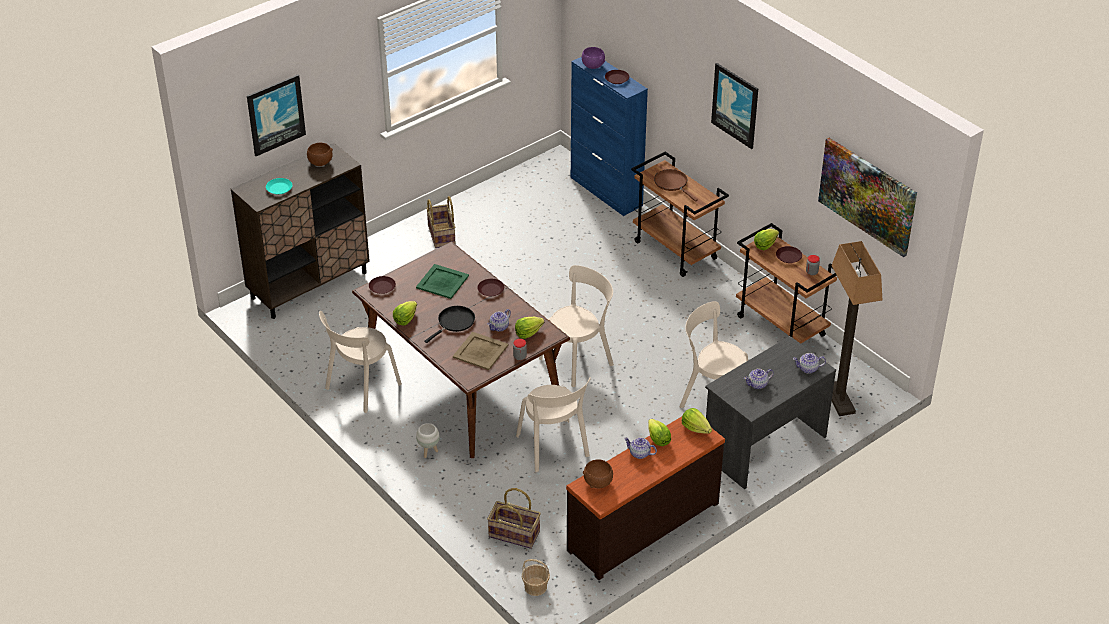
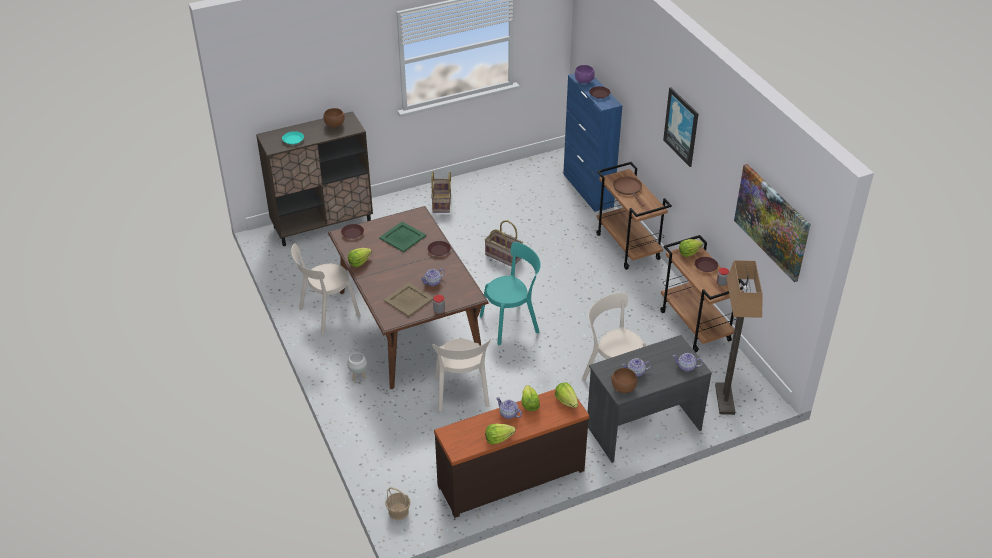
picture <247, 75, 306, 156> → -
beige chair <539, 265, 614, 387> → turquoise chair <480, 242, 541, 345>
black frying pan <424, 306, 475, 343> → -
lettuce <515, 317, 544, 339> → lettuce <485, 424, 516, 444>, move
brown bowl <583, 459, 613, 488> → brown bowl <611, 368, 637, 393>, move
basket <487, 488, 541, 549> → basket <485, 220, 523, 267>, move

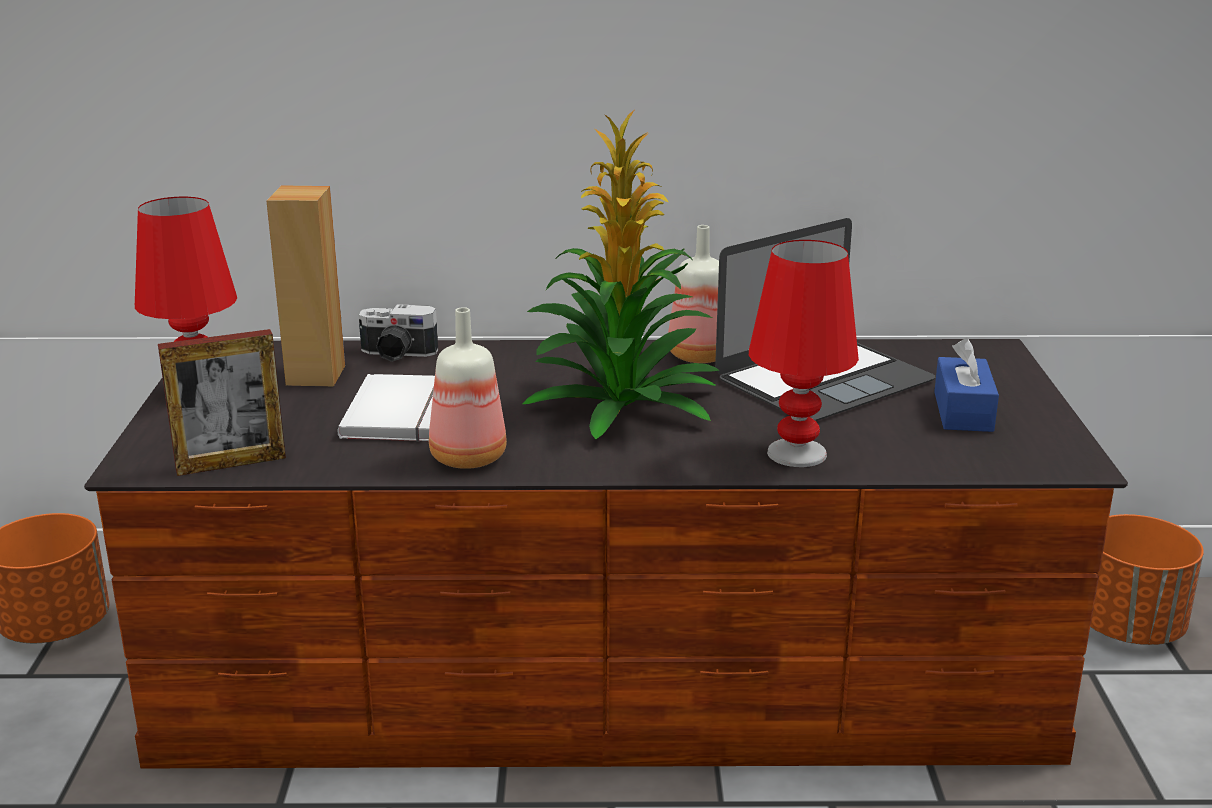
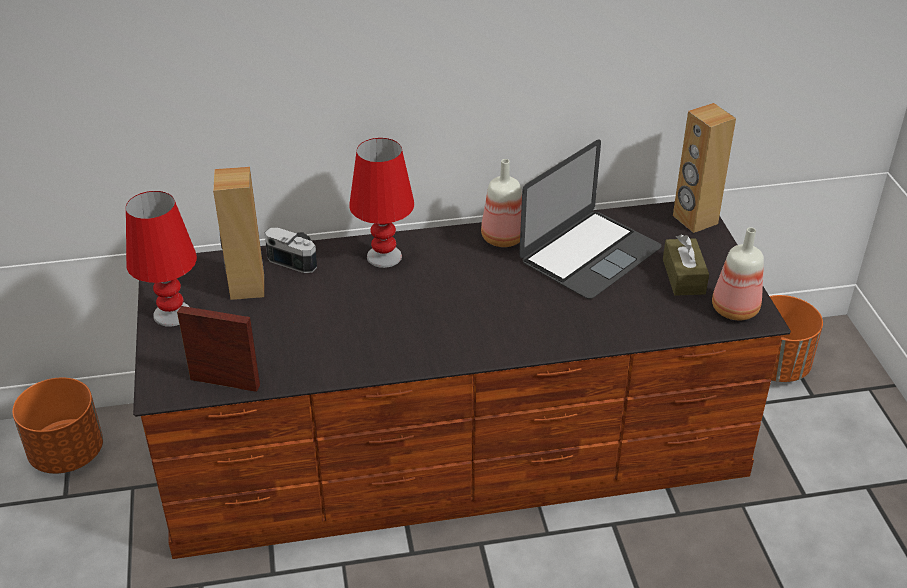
potted plant <523, 111, 720, 439> → -
red table lamp <749, 240, 859, 467> → red table lamp <349, 138, 414, 268>, move
photo camera <358, 304, 438, 362> → photo camera <265, 227, 317, 273>, 150 degrees counterclockwise
bottle <429, 307, 507, 469> → bottle <712, 227, 764, 320>, move
picture frame <158, 329, 286, 476> → picture frame <177, 306, 260, 392>, 135 degrees counterclockwise
blue tissue box <934, 338, 999, 432> → brown tissue box <663, 235, 709, 296>
white book <337, 374, 435, 442> → -
- → brown speaker <673, 103, 736, 233>

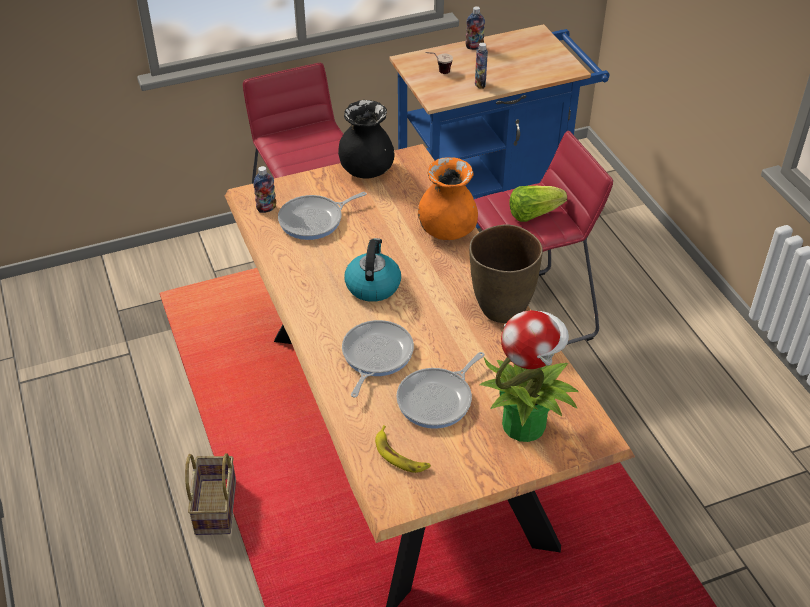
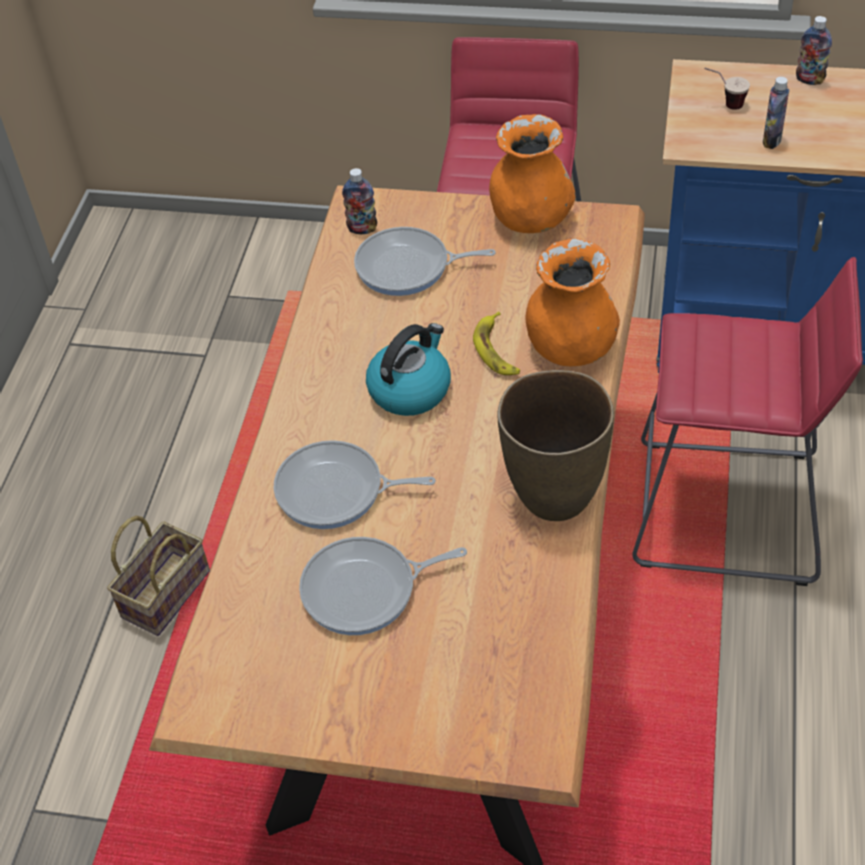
black vase <338, 100, 395, 179> → orange vase <489, 114, 576, 233>
lettuce <509, 186, 567, 222> → -
potted plant <480, 310, 579, 442> → -
frying pan <342, 320, 414, 397> → frying pan <274, 440, 436, 529>, 135 degrees counterclockwise
banana <375, 425, 431, 473> → banana <473, 311, 520, 375>, move

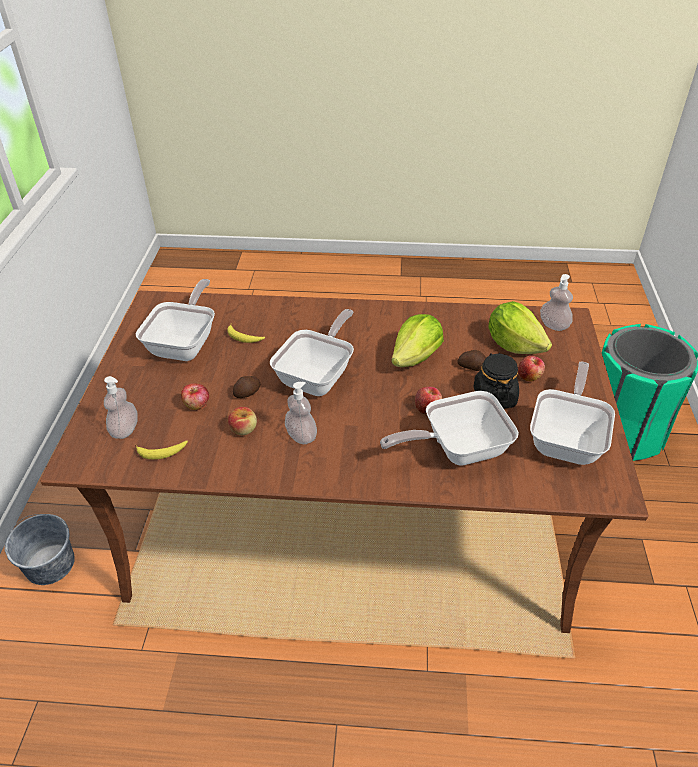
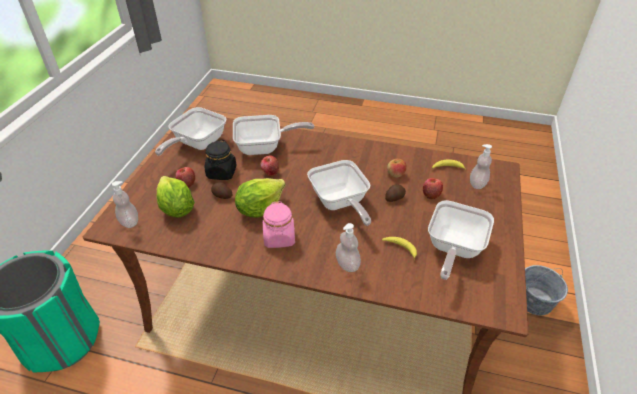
frying pan <270, 309, 354, 396> → frying pan <307, 160, 371, 226>, 60 degrees counterclockwise
soap dispenser <285, 382, 317, 444> → soap dispenser <336, 223, 361, 272>, move
- → pink jar <263, 201, 295, 248>

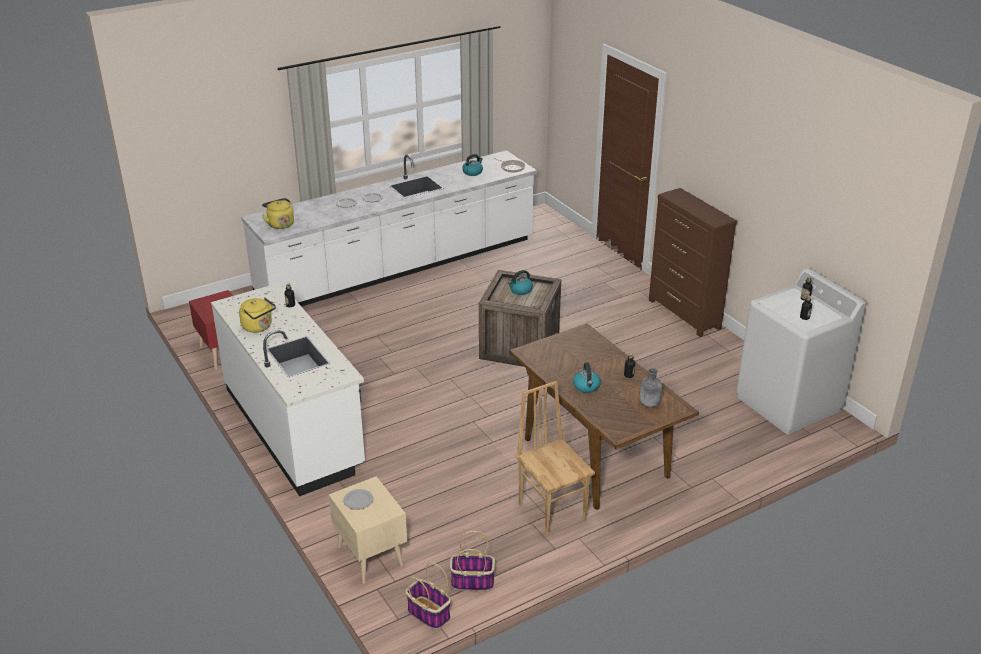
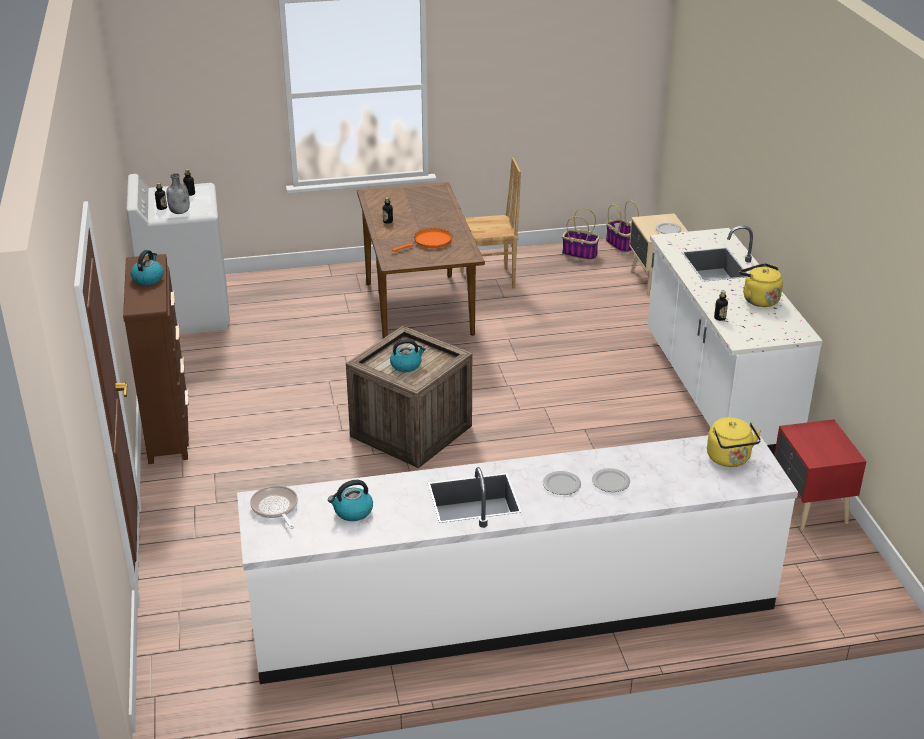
kettle <573, 362, 601, 393> → kettle <131, 250, 164, 285>, move
grey bottle <640, 368, 662, 407> → grey bottle <166, 173, 190, 214>, move
brown chair <516, 381, 595, 537> → brown chair <460, 157, 521, 292>, 90 degrees counterclockwise
- → orange frying pan <392, 228, 452, 252>

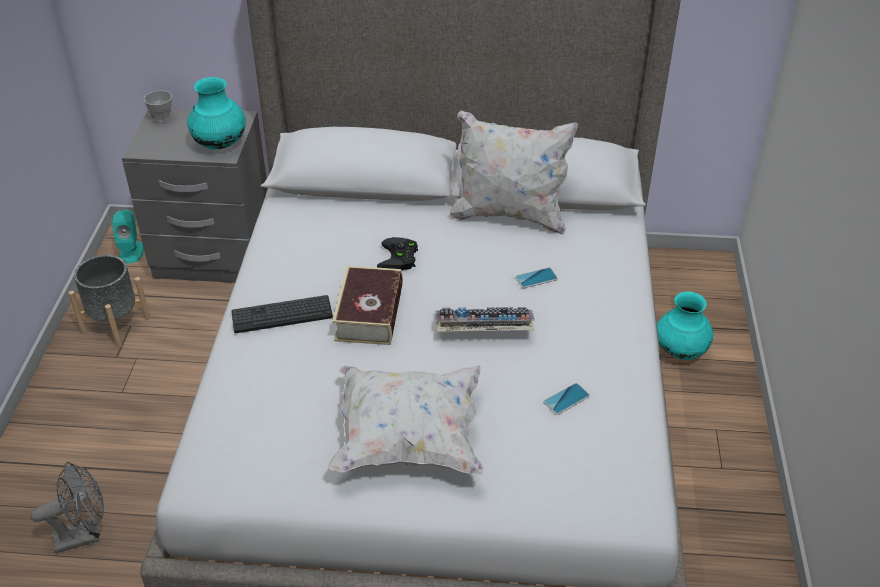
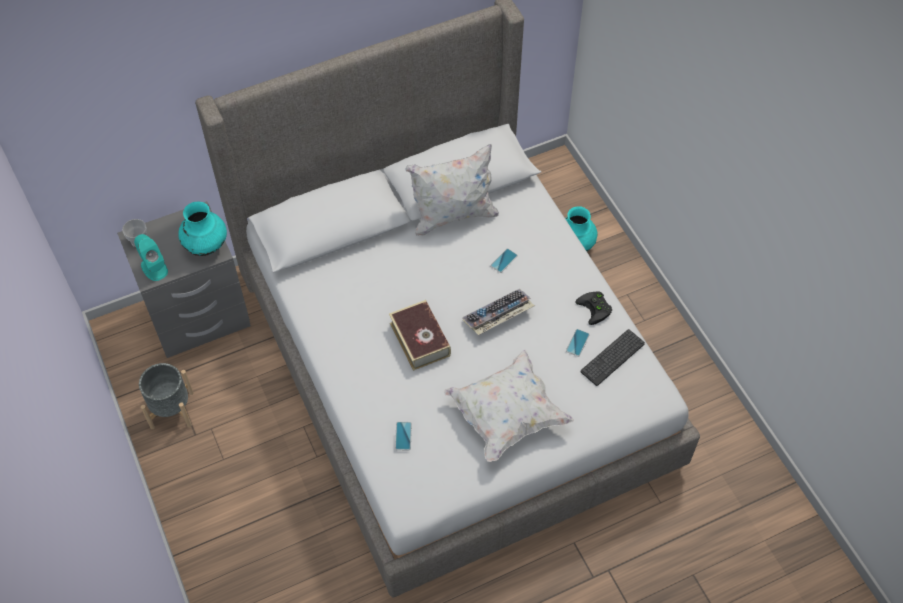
turquoise speaker <112, 210, 144, 263> → turquoise speaker <134, 234, 168, 281>, move
black game controller <377, 237, 418, 270> → black game controller <575, 291, 612, 325>, move
keyboard <231, 295, 333, 333> → keyboard <581, 329, 645, 386>, move
grey fan <30, 462, 104, 553> → -
- → phone <395, 422, 412, 450>

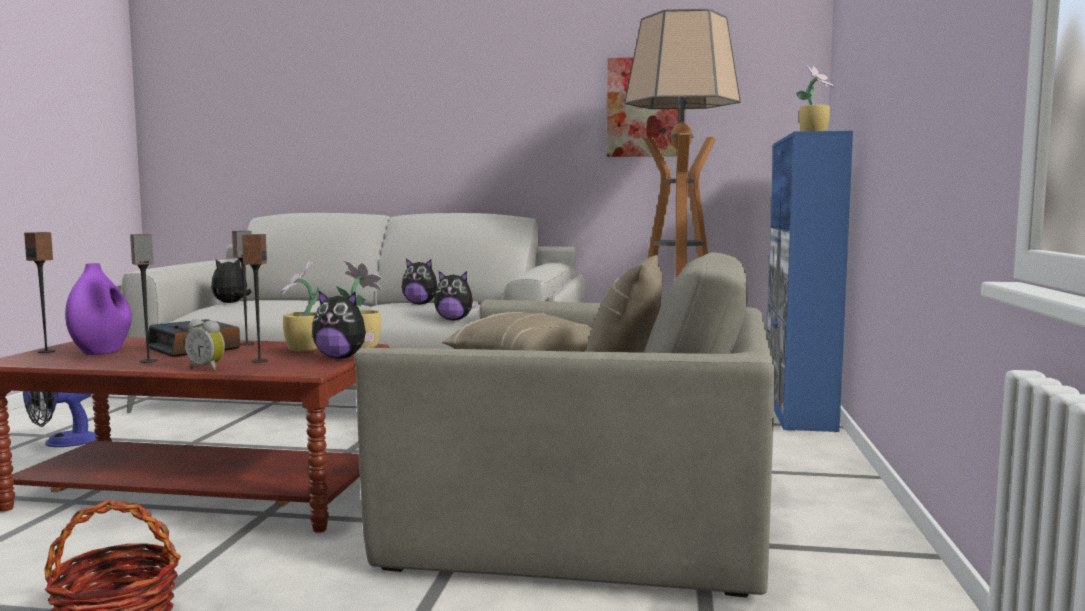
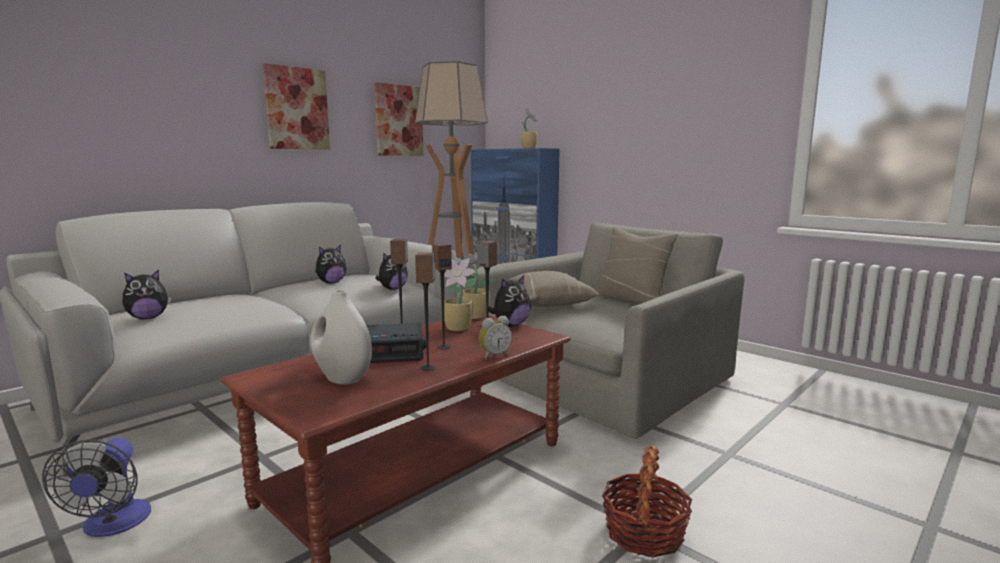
speaker <24, 232, 55, 353> → speaker <432, 243, 452, 350>, move
plush toy <211, 259, 252, 303> → plush toy <122, 270, 171, 319>, 105 degrees counterclockwise
purple vase <65, 263, 132, 355> → white vase <310, 290, 372, 384>
- → picture <263, 63, 330, 150>

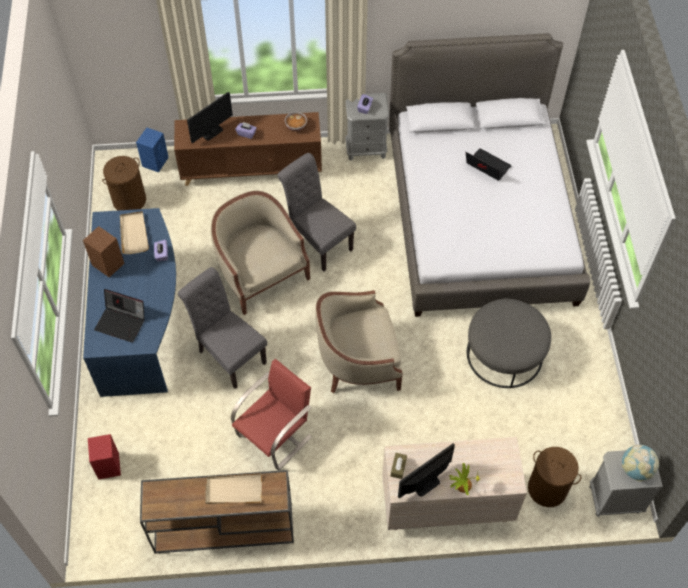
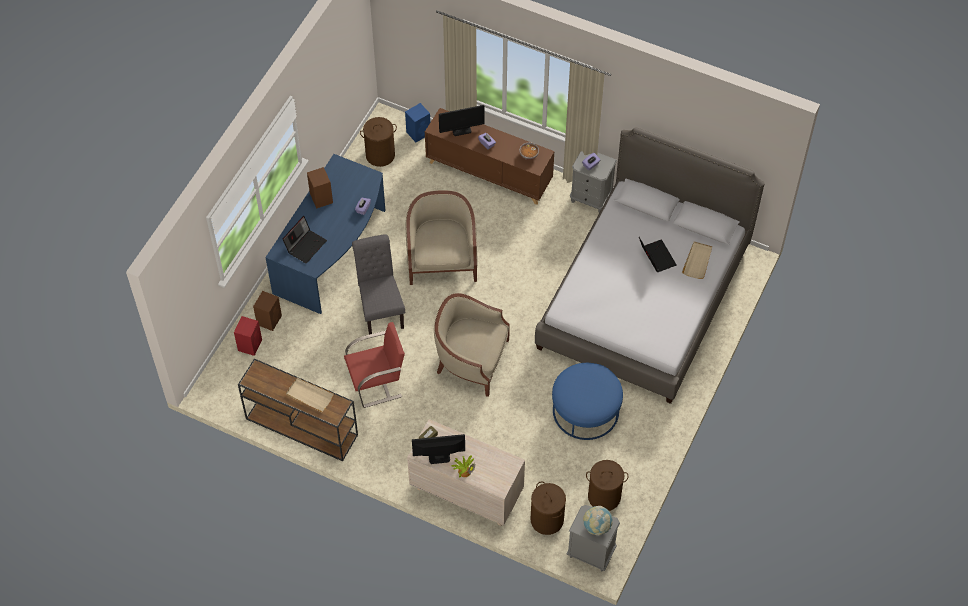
grey chair <277, 153, 356, 271> → -
beige tray <120, 211, 149, 254> → beige tray <682, 242, 712, 279>, move
laptop <94, 289, 145, 342> → laptop <283, 216, 327, 263>, 105 degrees counterclockwise
grey ottoman <467, 298, 551, 388> → blue ottoman <552, 363, 623, 440>
- → brown speaker <253, 291, 282, 331>
- → brown laundry basket <586, 460, 628, 511>

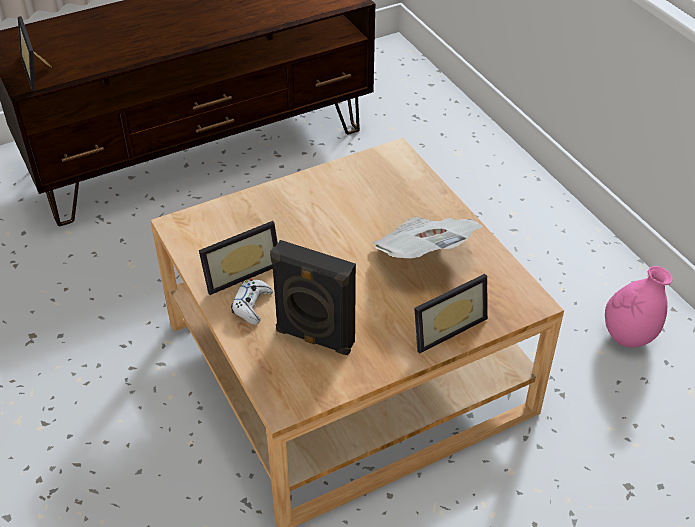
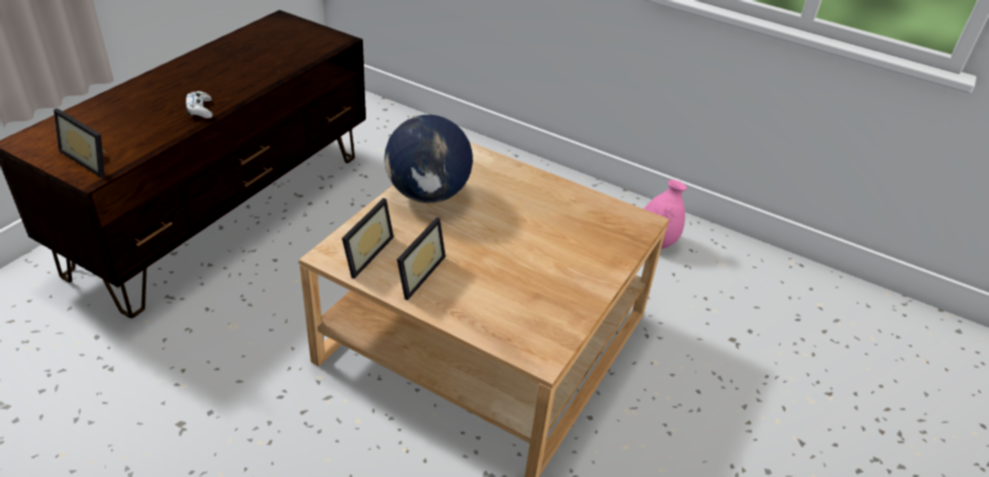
newspaper <371, 217, 482, 258> → -
black speaker <270, 240, 356, 355> → -
picture frame <414, 274, 488, 353> → picture frame <342, 198, 394, 279>, move
white game controller <231, 279, 273, 325> → white game controller <186, 91, 213, 118>, move
- → globe <384, 115, 473, 203>

